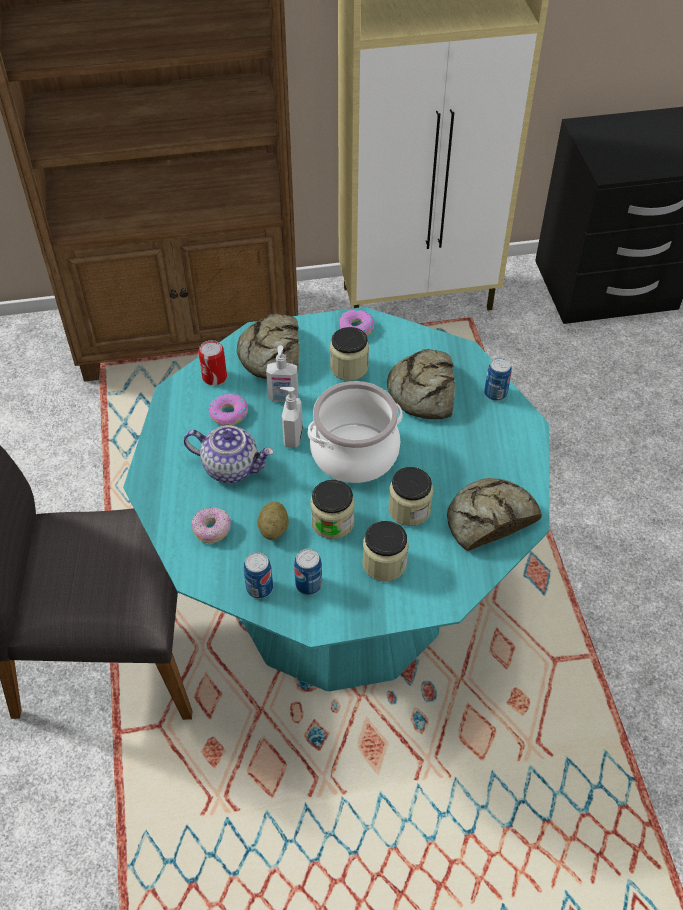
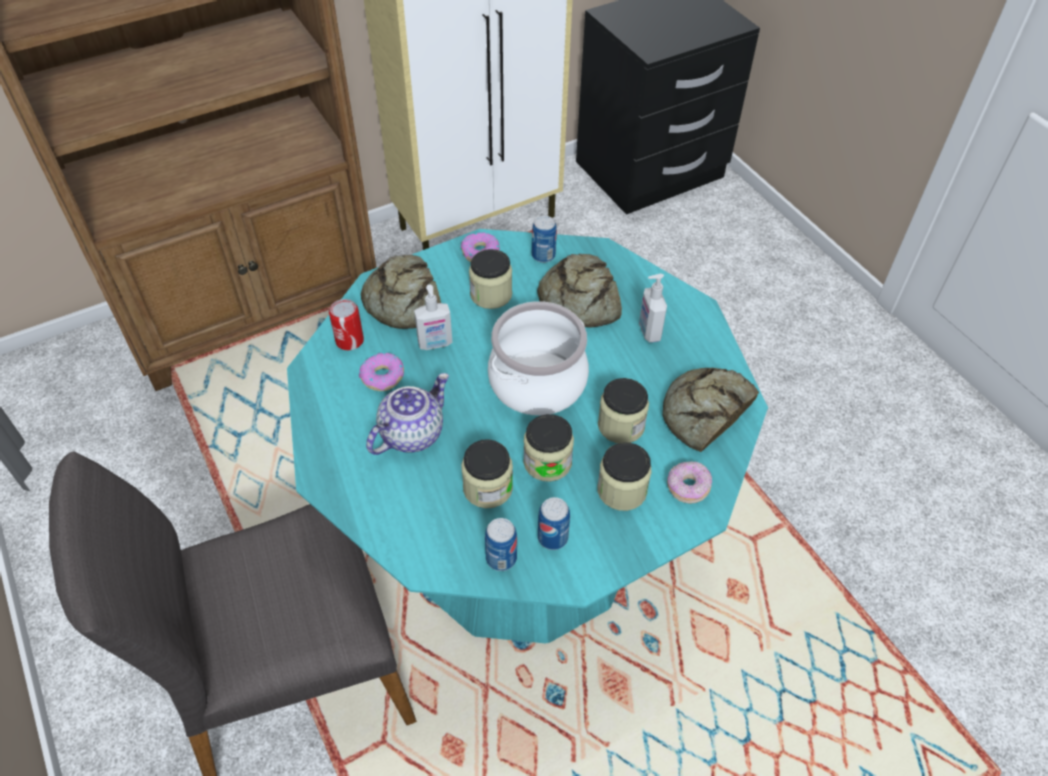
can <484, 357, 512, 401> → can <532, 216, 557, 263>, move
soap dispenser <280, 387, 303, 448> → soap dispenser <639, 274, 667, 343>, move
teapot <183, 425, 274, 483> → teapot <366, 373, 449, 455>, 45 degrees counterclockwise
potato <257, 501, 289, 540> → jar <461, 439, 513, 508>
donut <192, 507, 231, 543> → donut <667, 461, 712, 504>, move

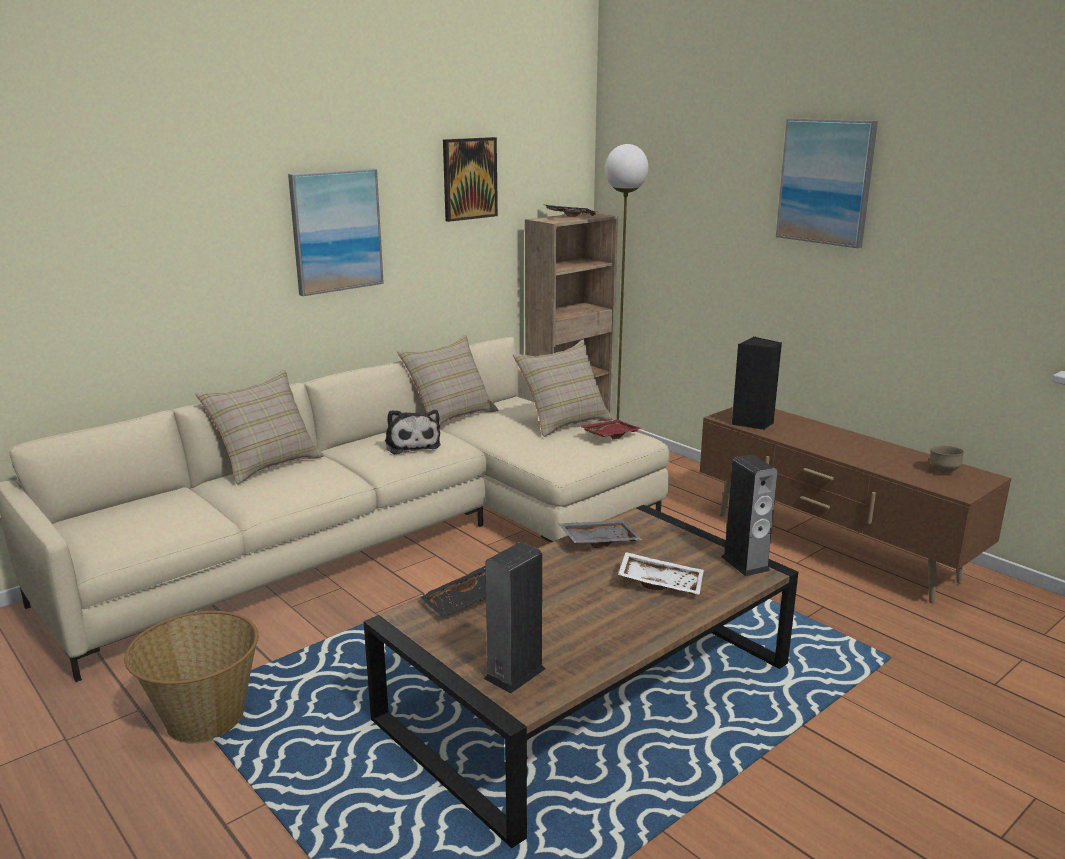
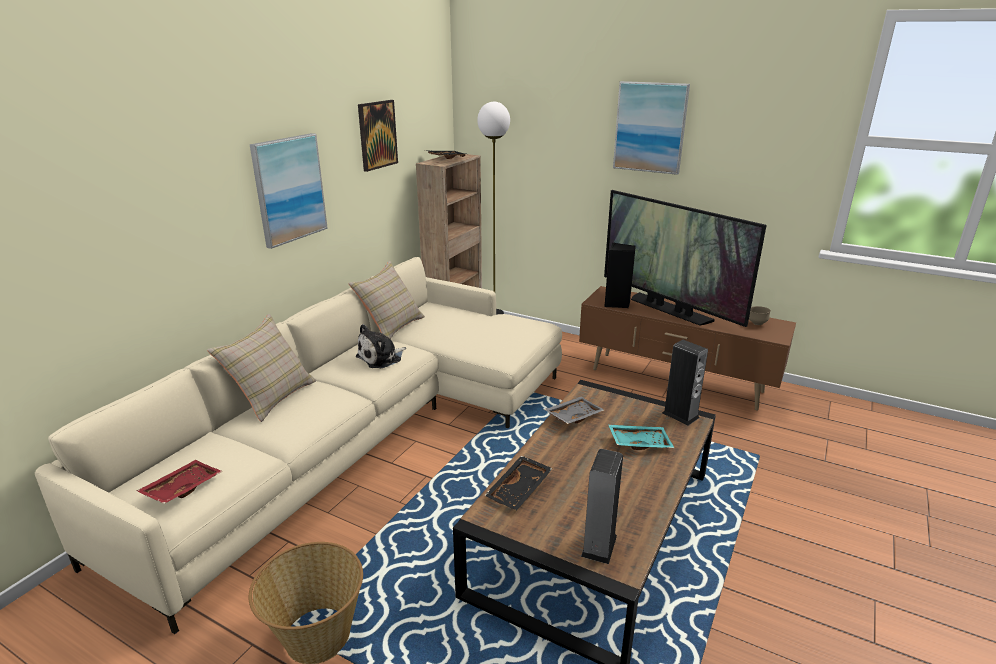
beige pillow <513, 340, 614, 437> → -
plush toy <385, 410, 441, 454> → plush toy <356, 324, 406, 368>, 90 degrees clockwise
red tray <579, 419, 642, 440> → red tray <137, 460, 223, 504>, move
white tray <618, 552, 704, 595> → turquoise tray <608, 424, 674, 450>
- → television <604, 190, 767, 327>

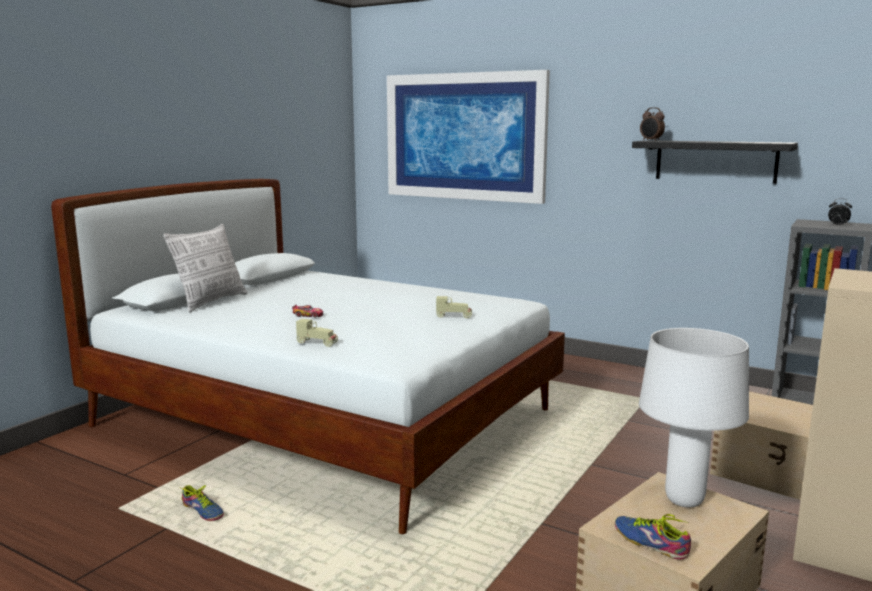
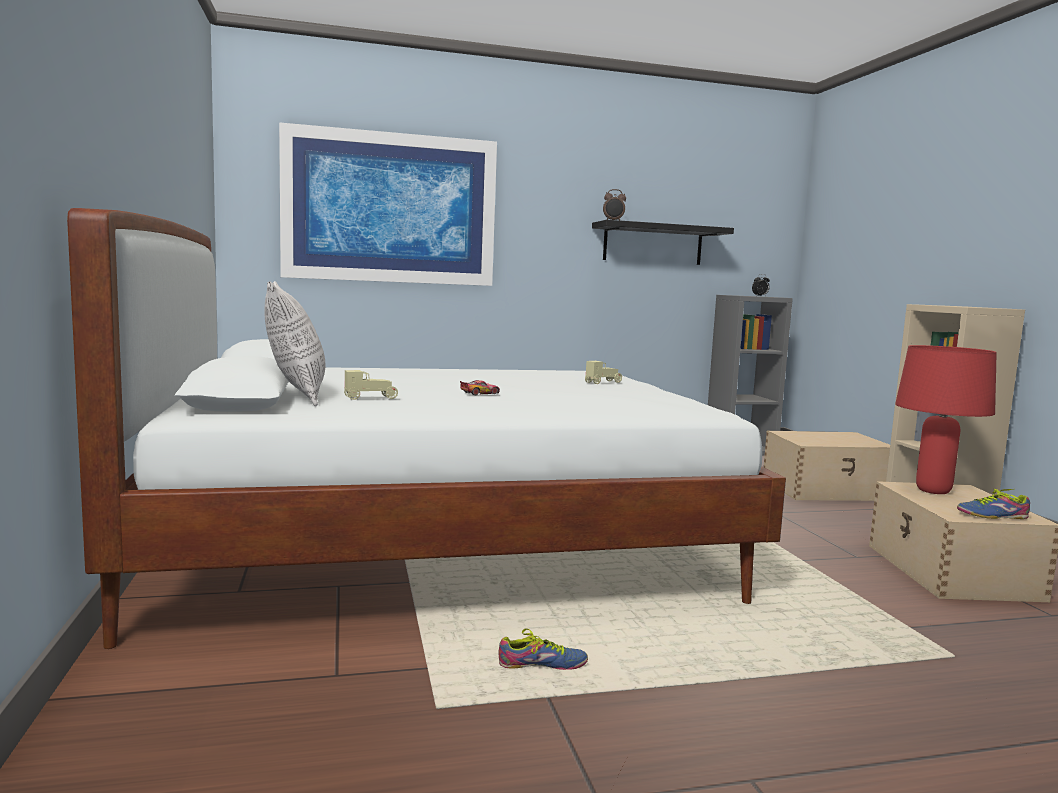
beige toy car <296, 319, 338, 347> → beige toy car <344, 370, 398, 400>, move
white table lamp <639, 328, 749, 507> → red table lamp <895, 345, 997, 494>

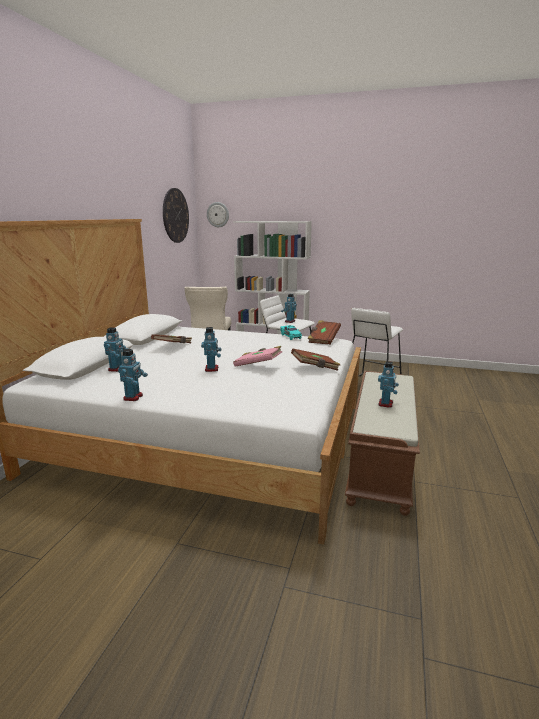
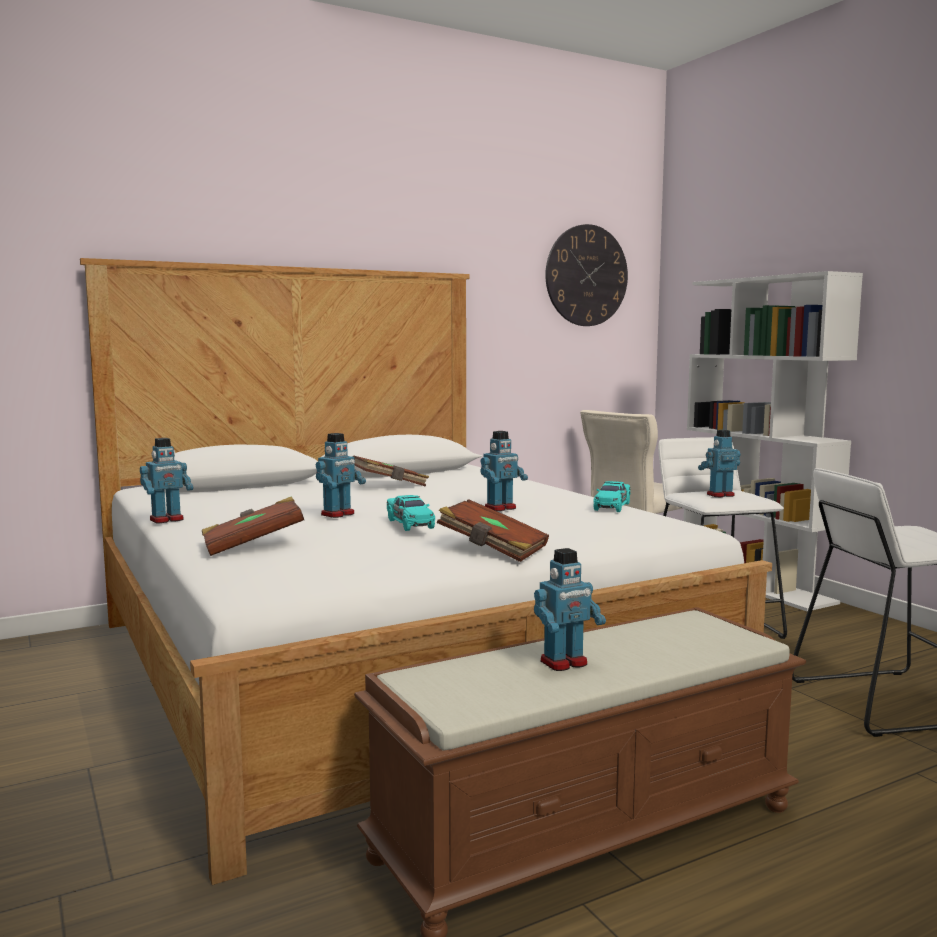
wall clock <207, 202, 229, 227> → -
brown book <308, 320, 341, 345> → brown book <202, 497, 304, 556>, move
toy robot <104, 327, 128, 372> → toy robot <480, 431, 528, 511>, move
pink book <233, 346, 282, 367> → turquoise toy car <387, 495, 435, 531>

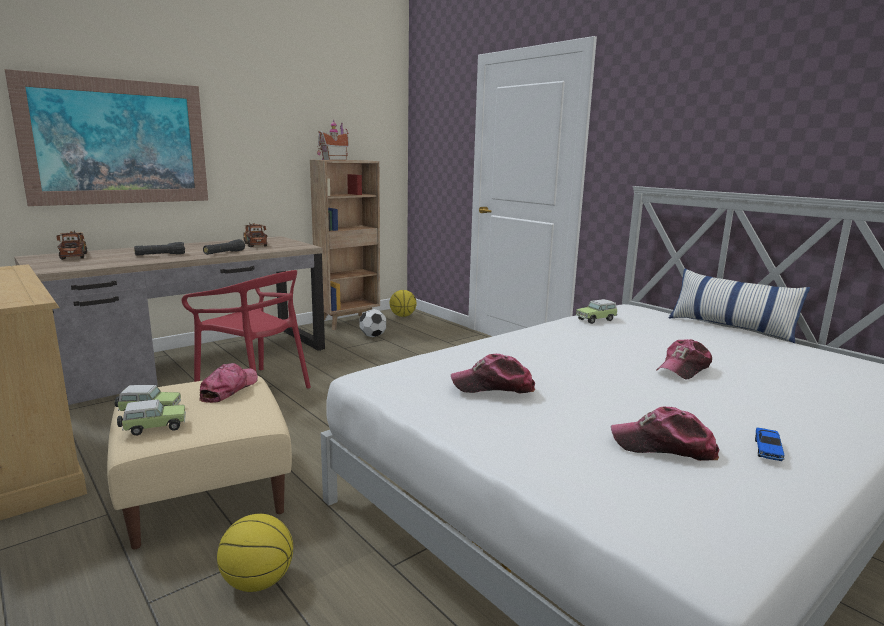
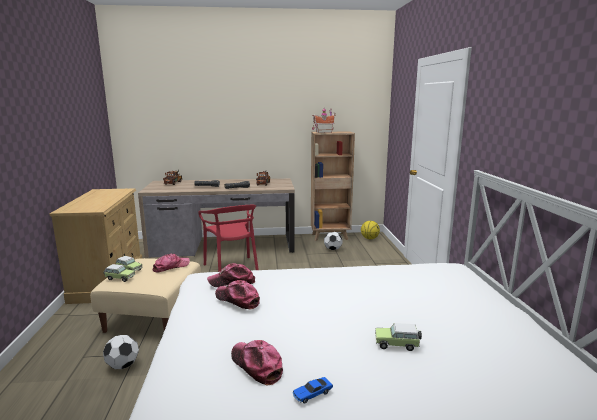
picture <5, 69, 208, 206> → -
pillow <669, 269, 810, 343> → -
toy car <576, 299, 618, 324> → toy car <375, 323, 422, 351>, move
cap <656, 339, 712, 379> → cap <207, 263, 255, 287>, move
basketball <217, 514, 293, 592> → football <103, 335, 139, 369>

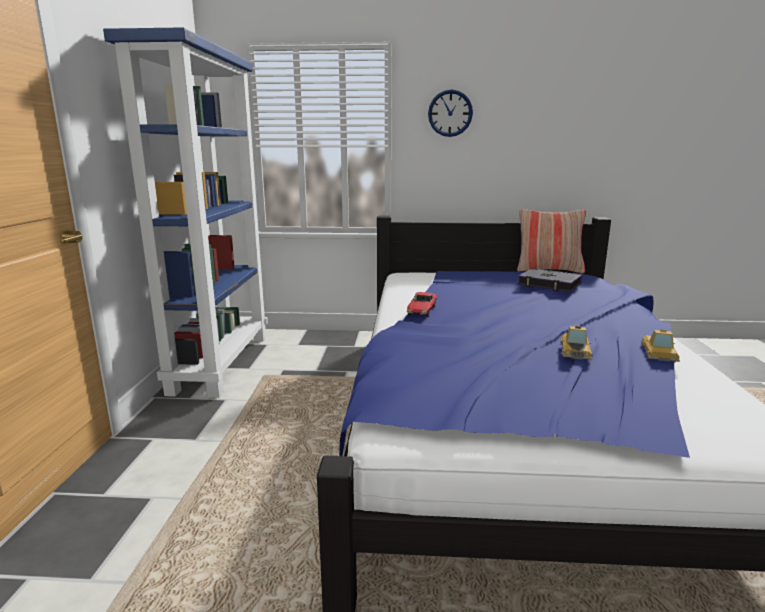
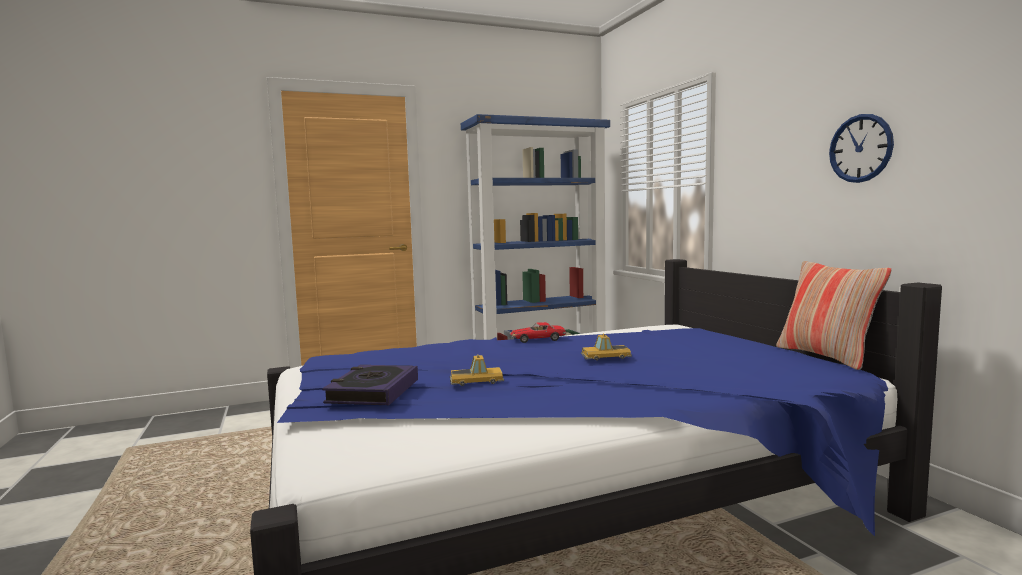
wall clock <428, 89, 473, 137> → wall clock <829, 114, 894, 183>, move
book <518, 268, 582, 292> → book <322, 365, 418, 405>, move
toy car <641, 329, 680, 362> → toy car <581, 334, 632, 361>, move

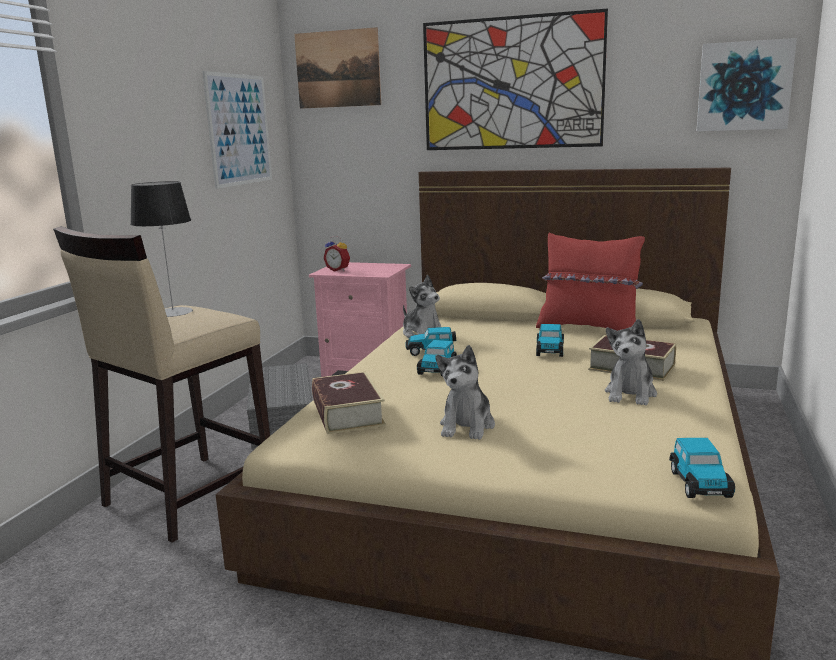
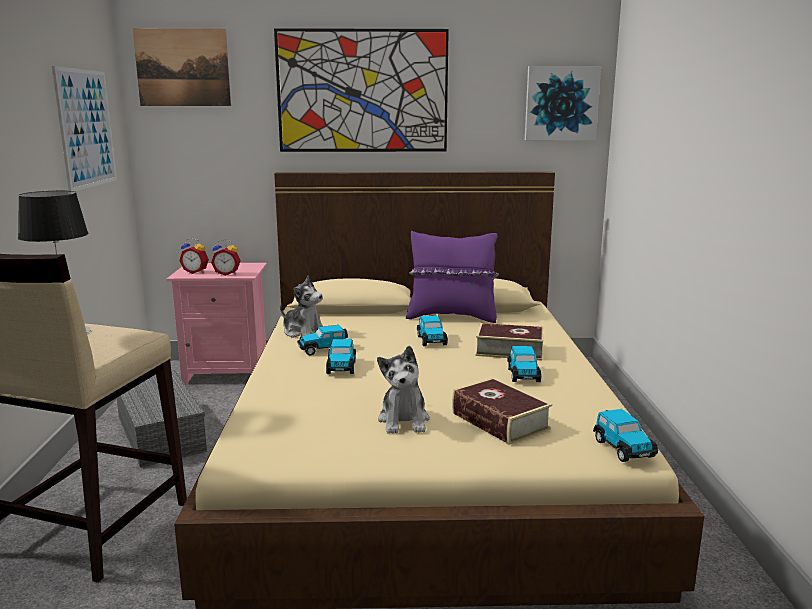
red pillow <536, 233, 645, 331> → purple pillow <406, 231, 499, 323>
plush toy <605, 319, 657, 405> → toy car <507, 346, 541, 382>
book <312, 372, 386, 434> → book <452, 378, 552, 445>, move
- → alarm clock <211, 239, 241, 276>

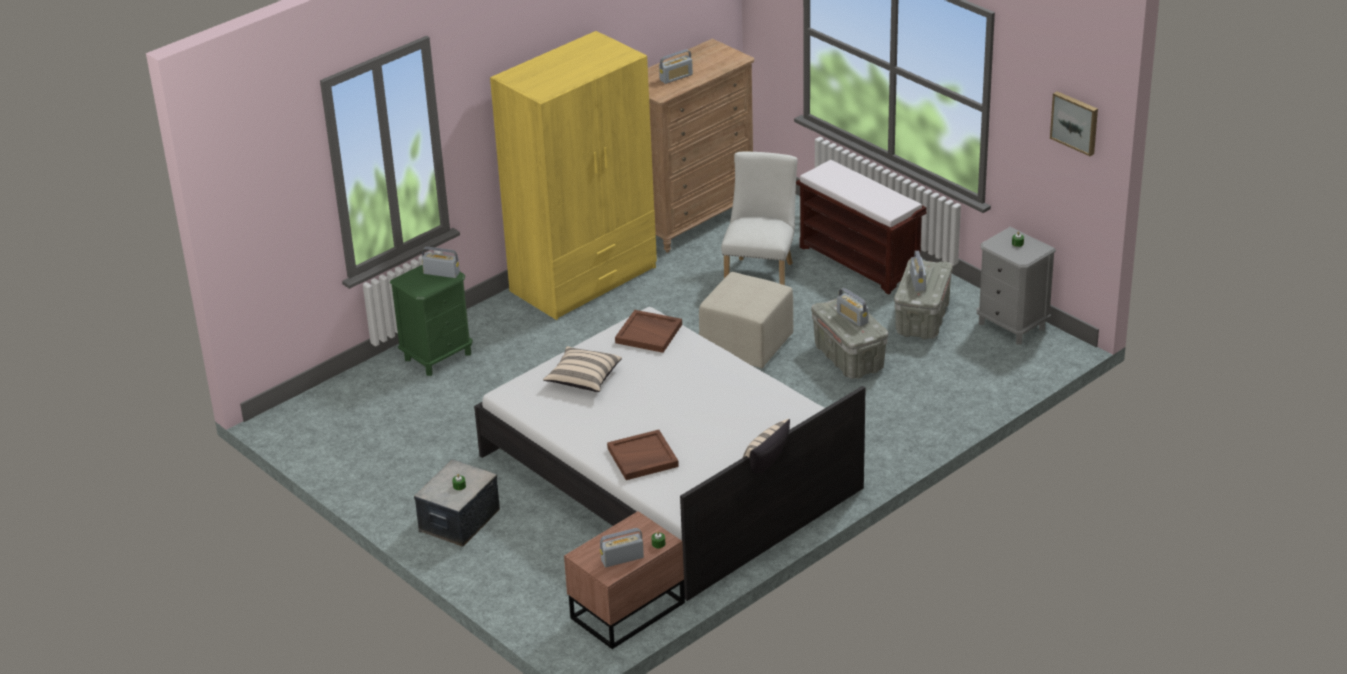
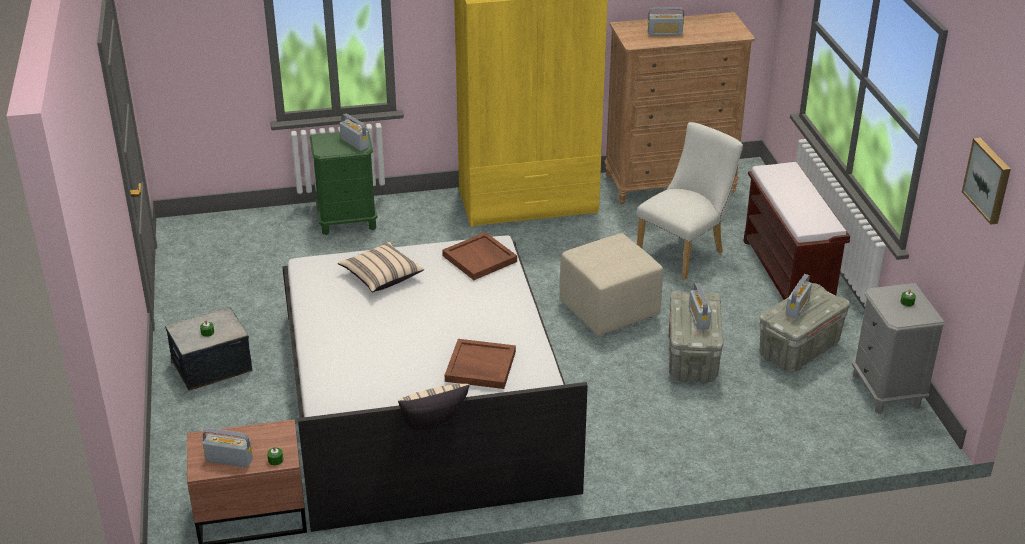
brown tray <607, 430, 679, 480> → brown tray <445, 339, 516, 389>, move

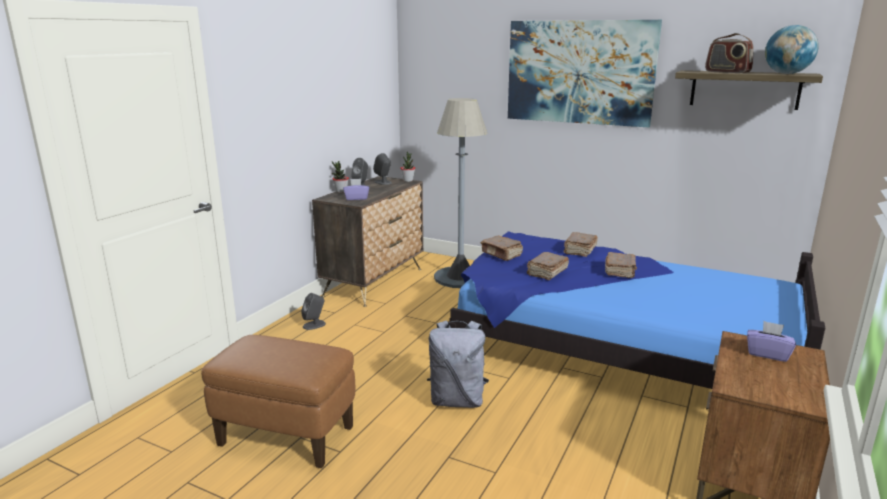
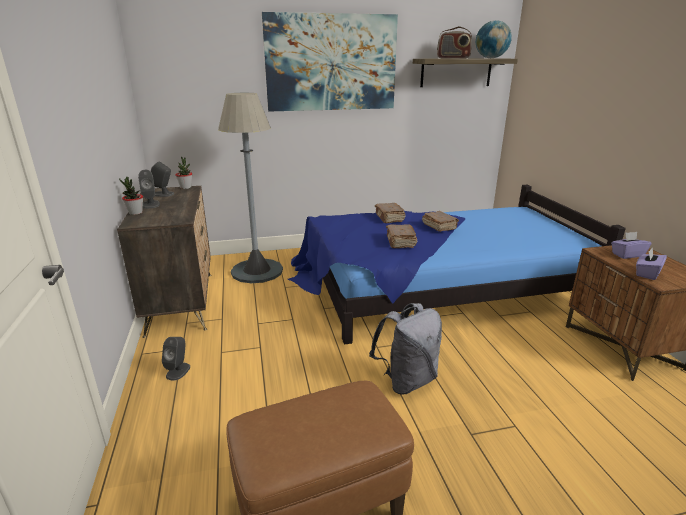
purple tissue box <343, 179, 369, 200> → purple tissue box <636, 247, 667, 280>, move
brown book <481, 236, 523, 261> → -

